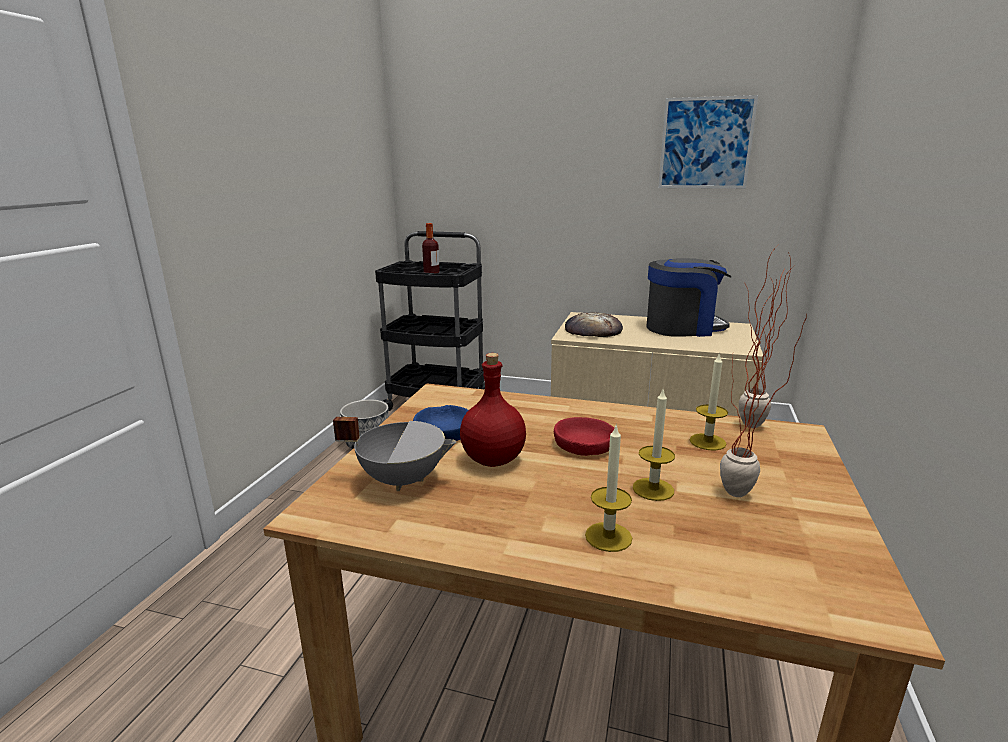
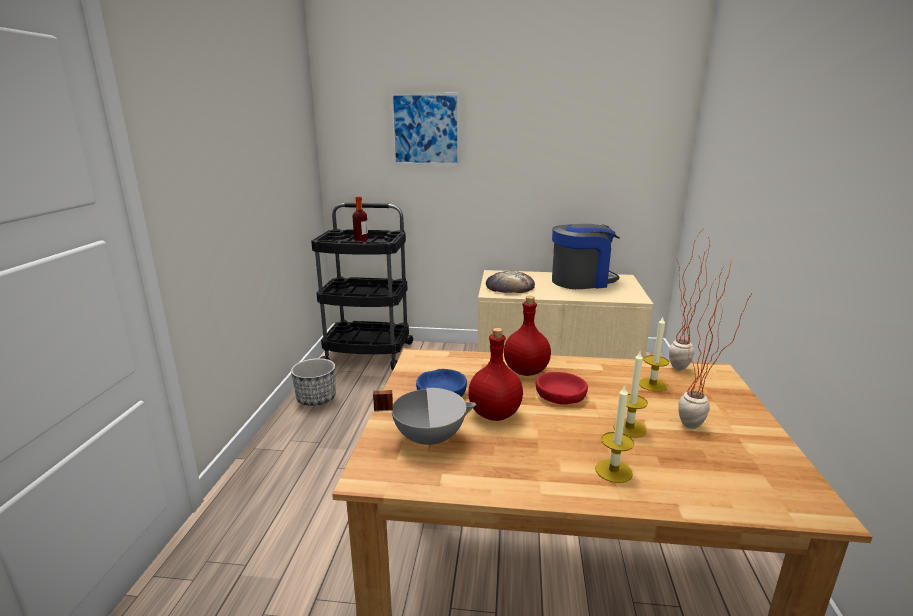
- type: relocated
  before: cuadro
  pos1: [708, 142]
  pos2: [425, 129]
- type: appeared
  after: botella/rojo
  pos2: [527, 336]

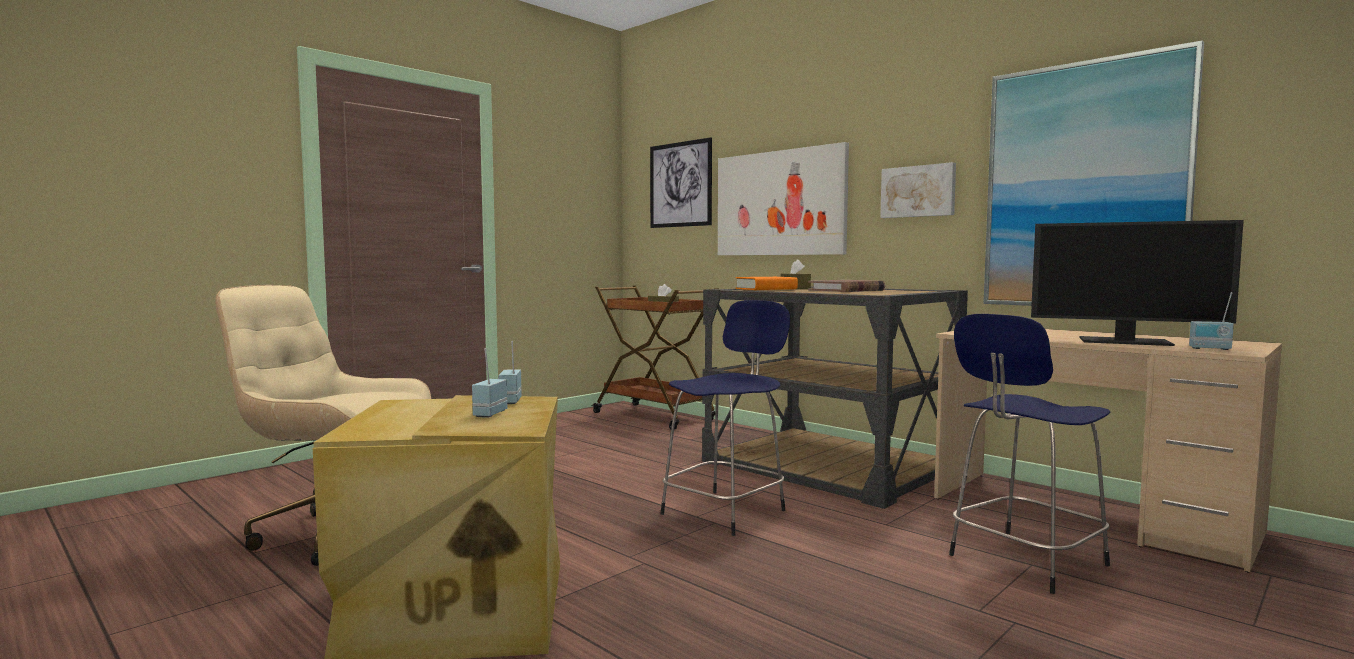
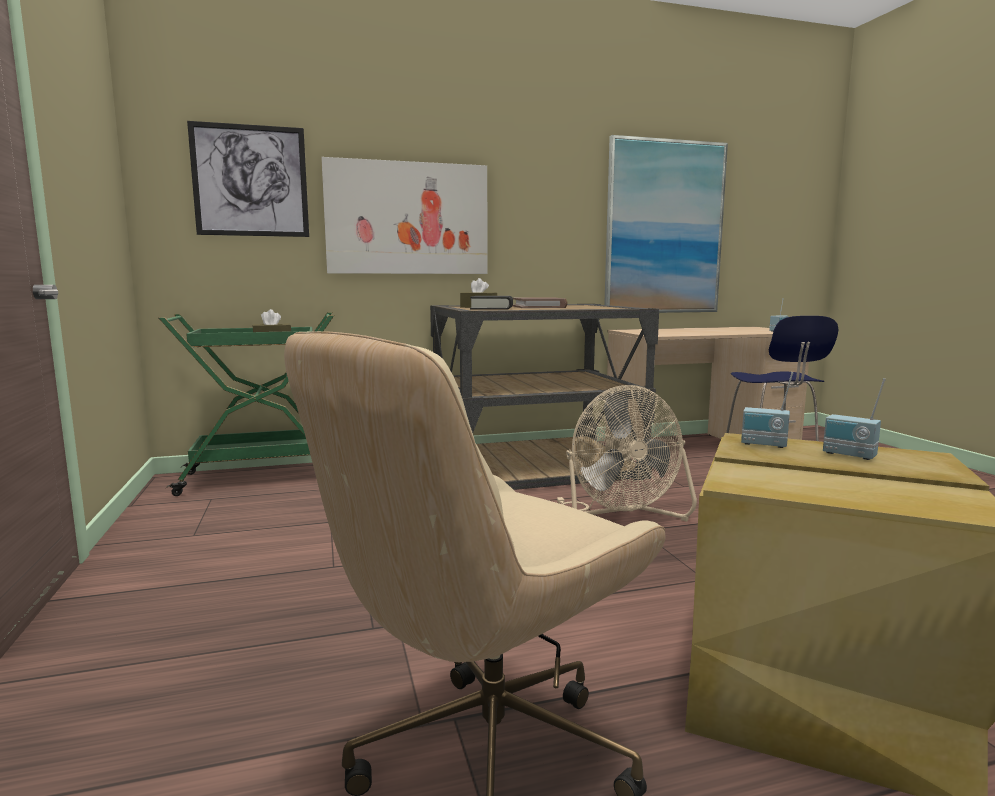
- type: colour
  before: carrito/marrón
  after: carrito/verde
  pos1: [655, 357]
  pos2: [246, 404]
- type: colour
  before: libro/naranja
  after: libro/negro
  pos1: [766, 283]
  pos2: [491, 303]
- type: exchanged
  before: taburete/azul
  after: ventilador/beis
  pos1: [725, 418]
  pos2: [627, 453]
- type: missing
  before: cuadro
  pos1: [918, 190]
- type: missing
  before: monitor
  pos1: [1137, 283]

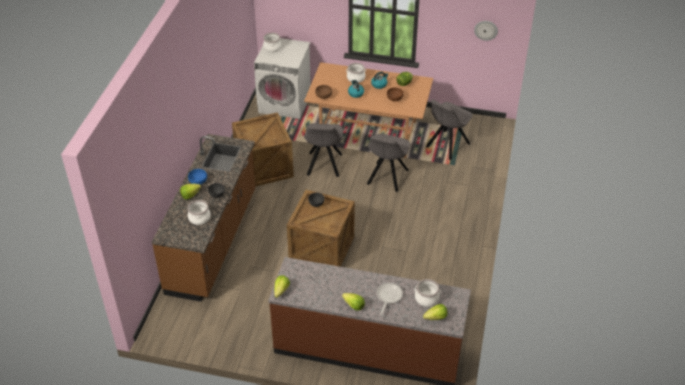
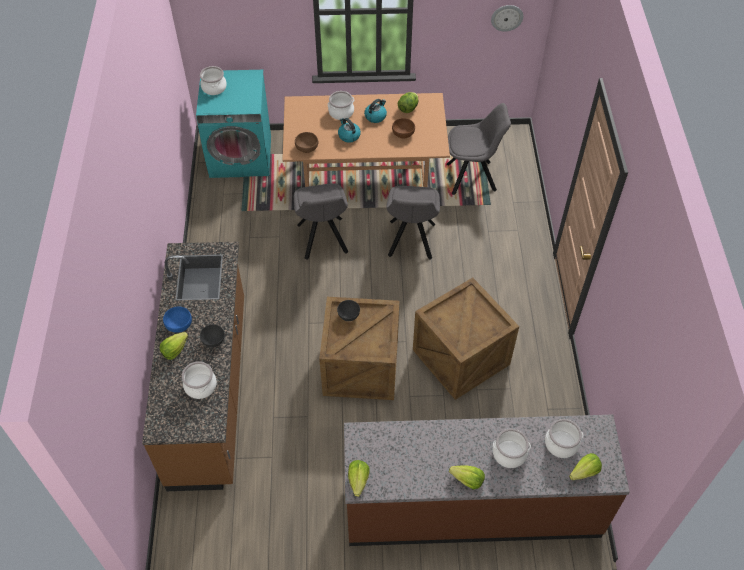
- type: colour
  before: lavadora/blanco
  after: lavadora/turquesa
  pos1: [282, 78]
  pos2: [233, 124]
- type: relocated
  before: caja de embalaje
  pos1: [263, 149]
  pos2: [466, 339]
- type: spun
  before: silla/gris
  pos1: [449, 129]
  pos2: [479, 149]
  turn: -120
- type: exchanged
  before: sartén
  after: olla
  pos1: [390, 299]
  pos2: [512, 448]

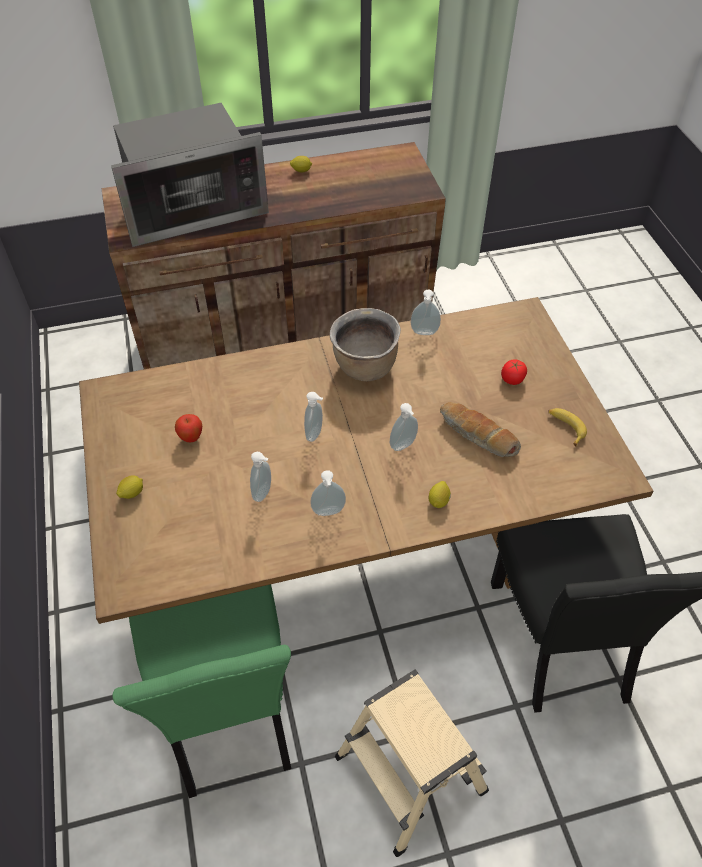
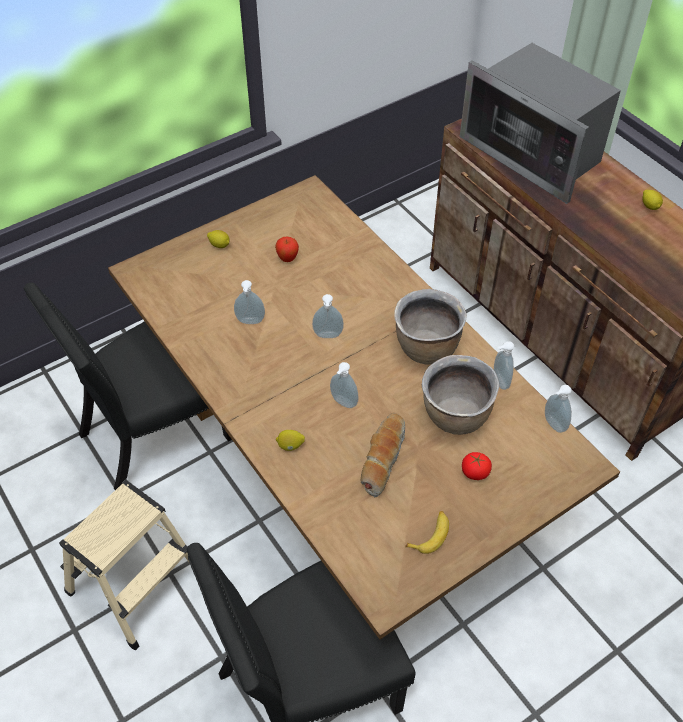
- type: colour
  before: silla/verde
  after: silla/negro
  pos1: [201, 691]
  pos2: [128, 386]
- type: appeared
  after: olla/marrón
  pos2: [460, 395]
- type: relocated
  before: dispensador de jabón
  pos1: [328, 493]
  pos2: [558, 409]

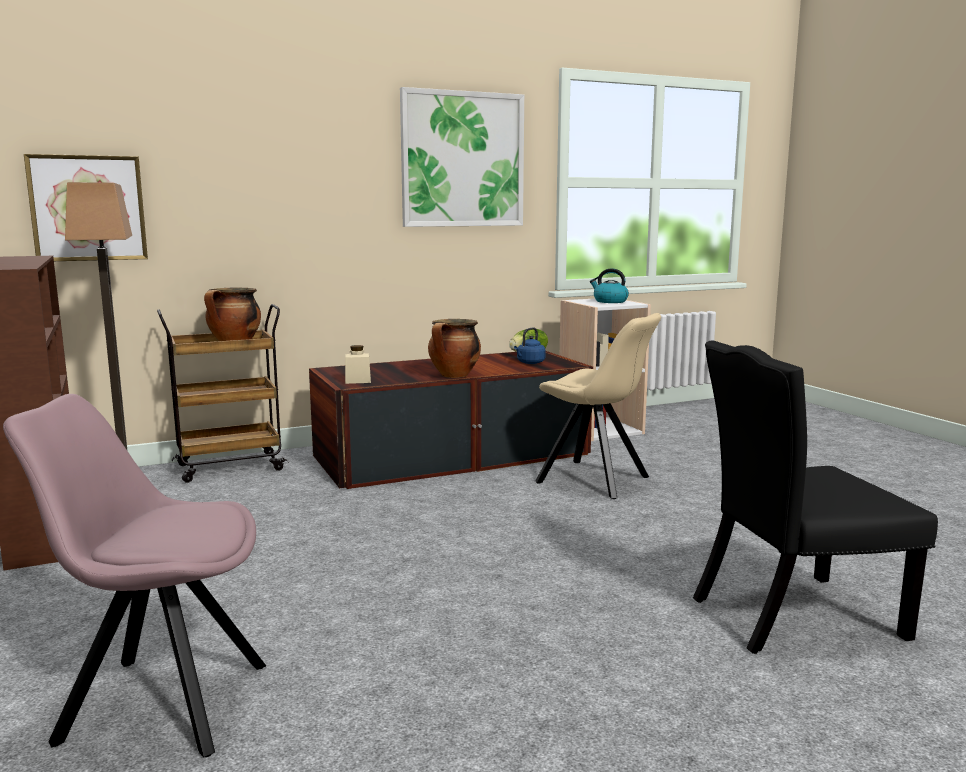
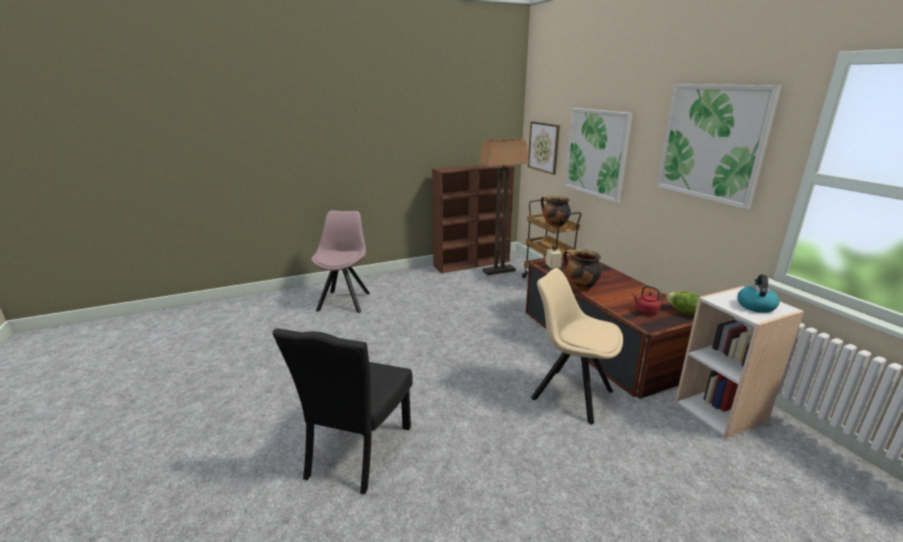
- type: spun
  before: silla/negro
  pos1: [815, 497]
  pos2: [342, 411]
  turn: -150
- type: spun
  before: silla/beis
  pos1: [598, 406]
  pos2: [577, 346]
  turn: 90
- type: appeared
  after: cuadro
  pos2: [598, 155]
- type: colour
  before: hervidor/azul
  after: hervidor/rojo
  pos1: [530, 345]
  pos2: [646, 300]

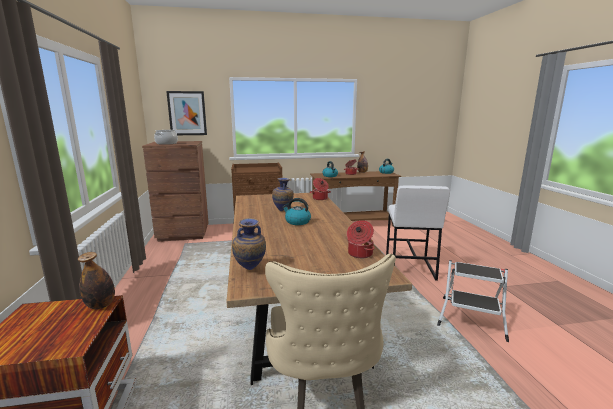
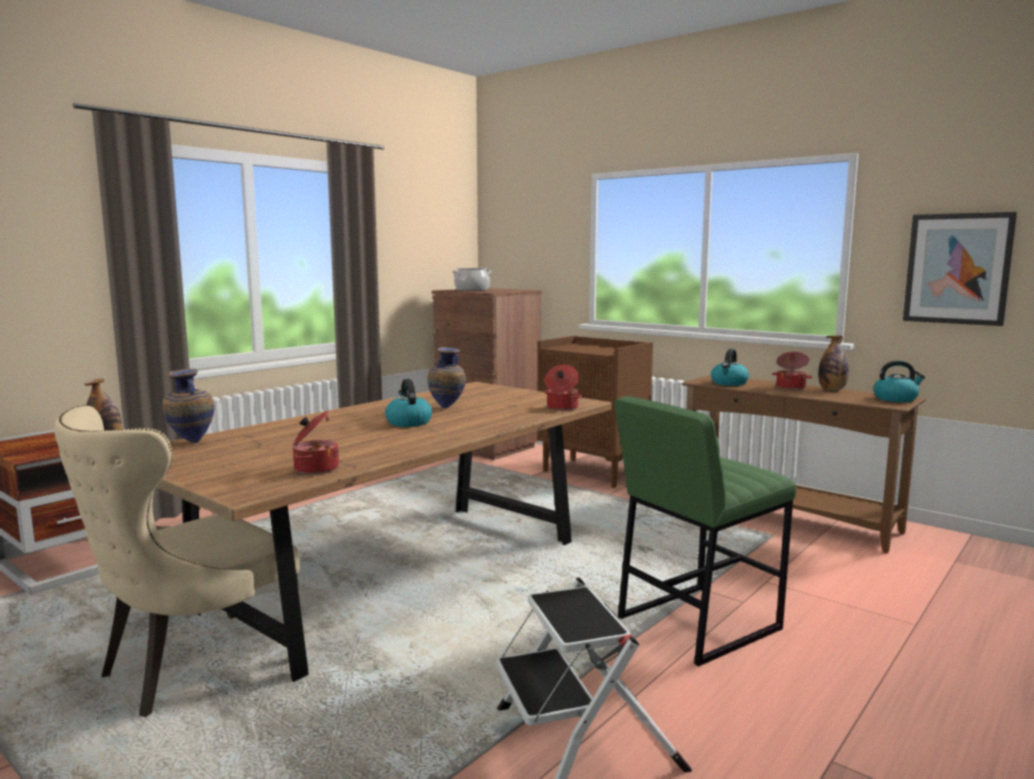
- type: colour
  before: silla/blanco
  after: silla/verde
  pos1: [418, 233]
  pos2: [705, 531]
- type: relocated
  before: cuadro
  pos1: [186, 113]
  pos2: [960, 269]

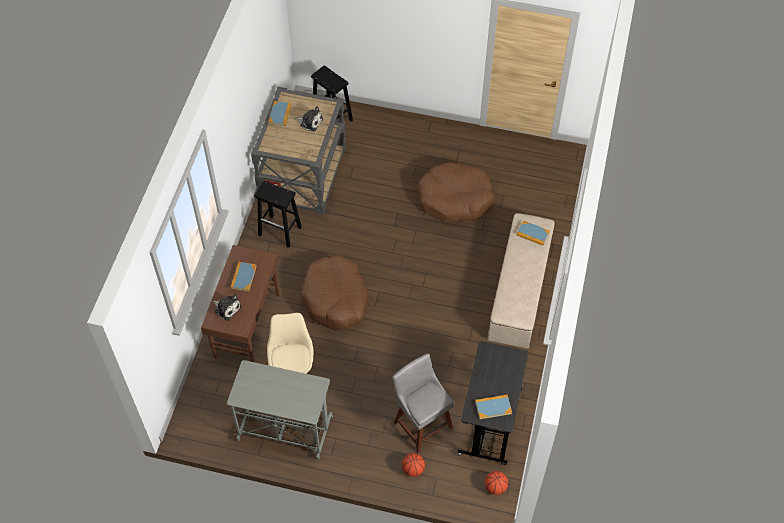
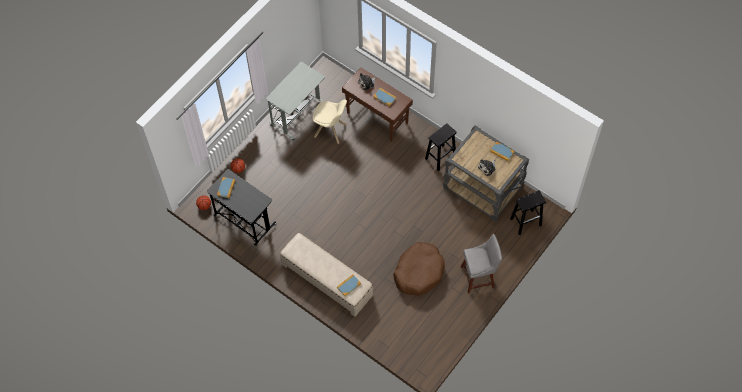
- type: relocated
  before: silla/gris
  pos1: [424, 403]
  pos2: [481, 263]
- type: missing
  before: cama para perro/marrón
  pos1: [335, 292]

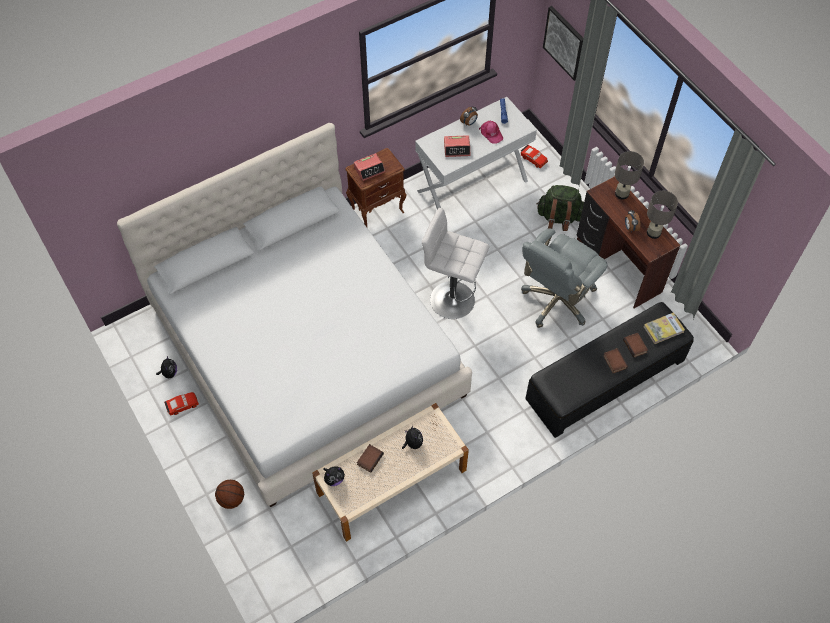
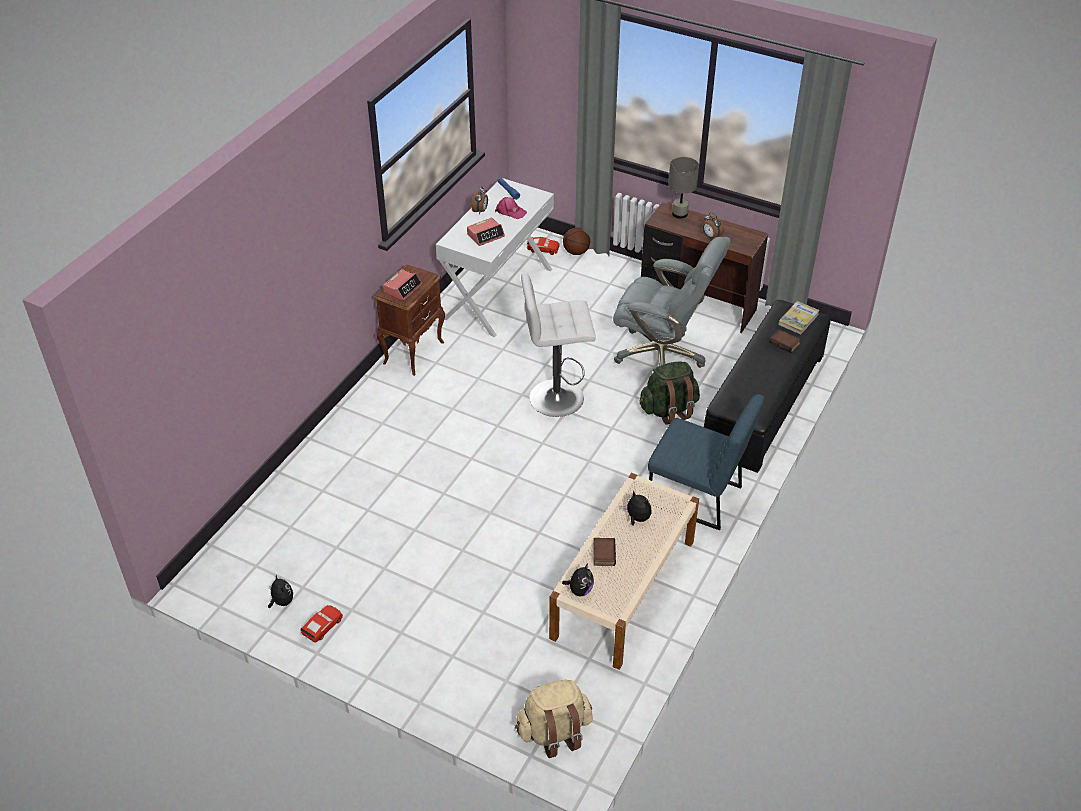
- type: appeared
  after: mochila/beis
  pos2: [554, 719]
- type: relocated
  before: balón de baloncesto
  pos1: [229, 494]
  pos2: [576, 241]
- type: spun
  before: silla de oficina/gris
  pos1: [564, 278]
  pos2: [672, 302]
  turn: -75
- type: relocated
  before: mochila/verde
  pos1: [560, 208]
  pos2: [670, 393]
- type: appeared
  after: silla/azul
  pos2: [706, 462]
- type: missing
  before: cama/blanco
  pos1: [294, 315]
- type: missing
  before: cuadro
  pos1: [563, 43]
- type: missing
  before: libro
  pos1: [615, 360]
- type: missing
  before: lámpara de mesa/gris
  pos1: [662, 215]

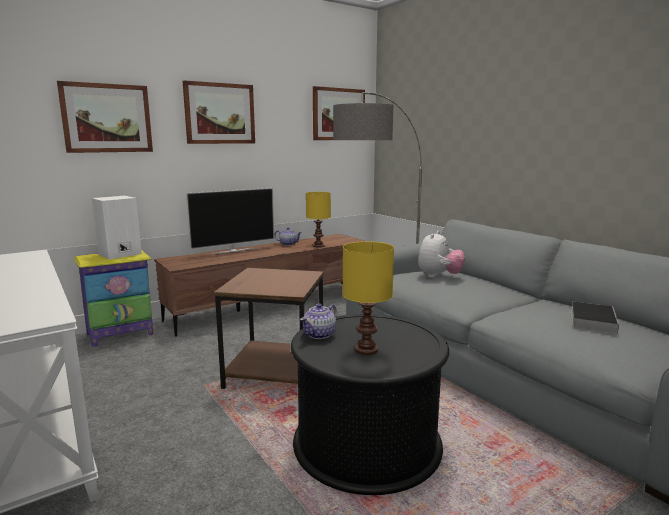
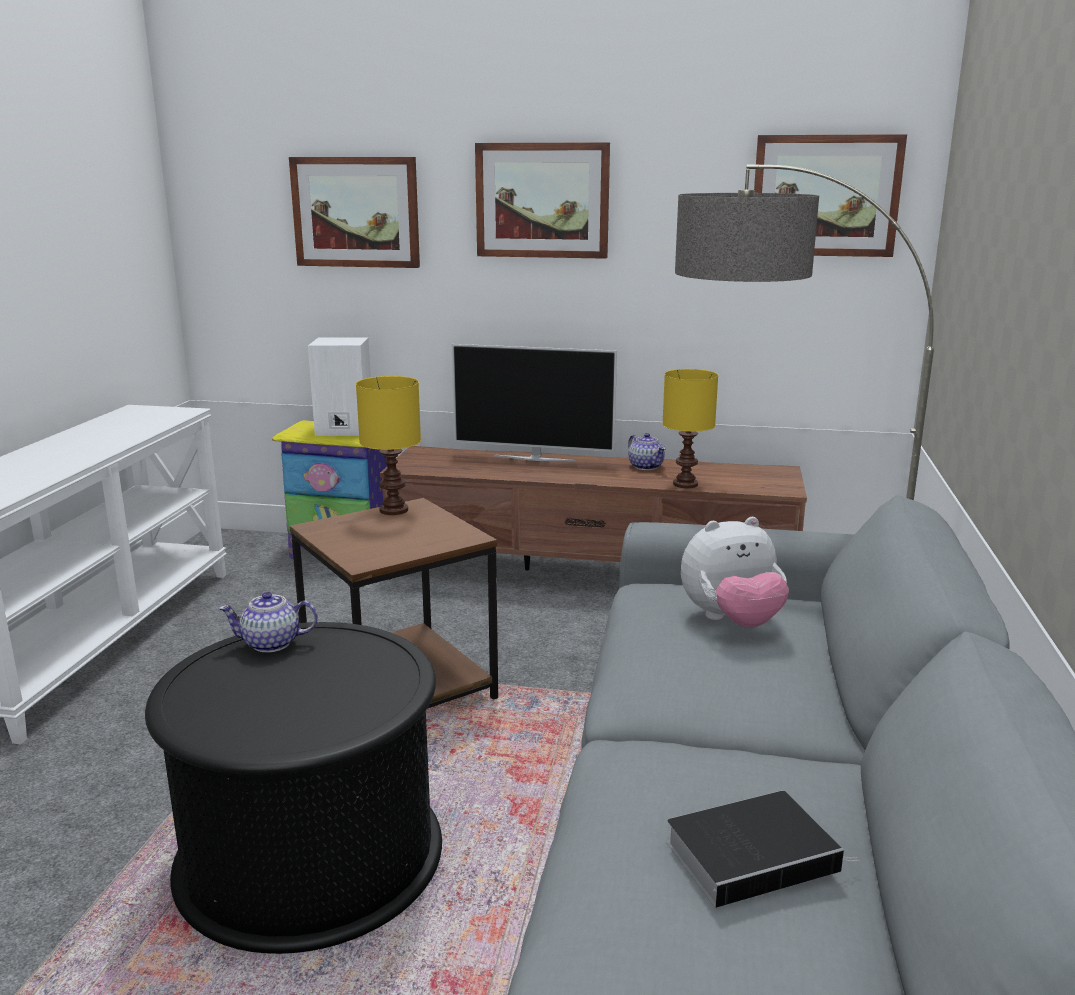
- type: relocated
  before: lámpara de mesa/amarillo
  pos1: [368, 298]
  pos2: [388, 445]

